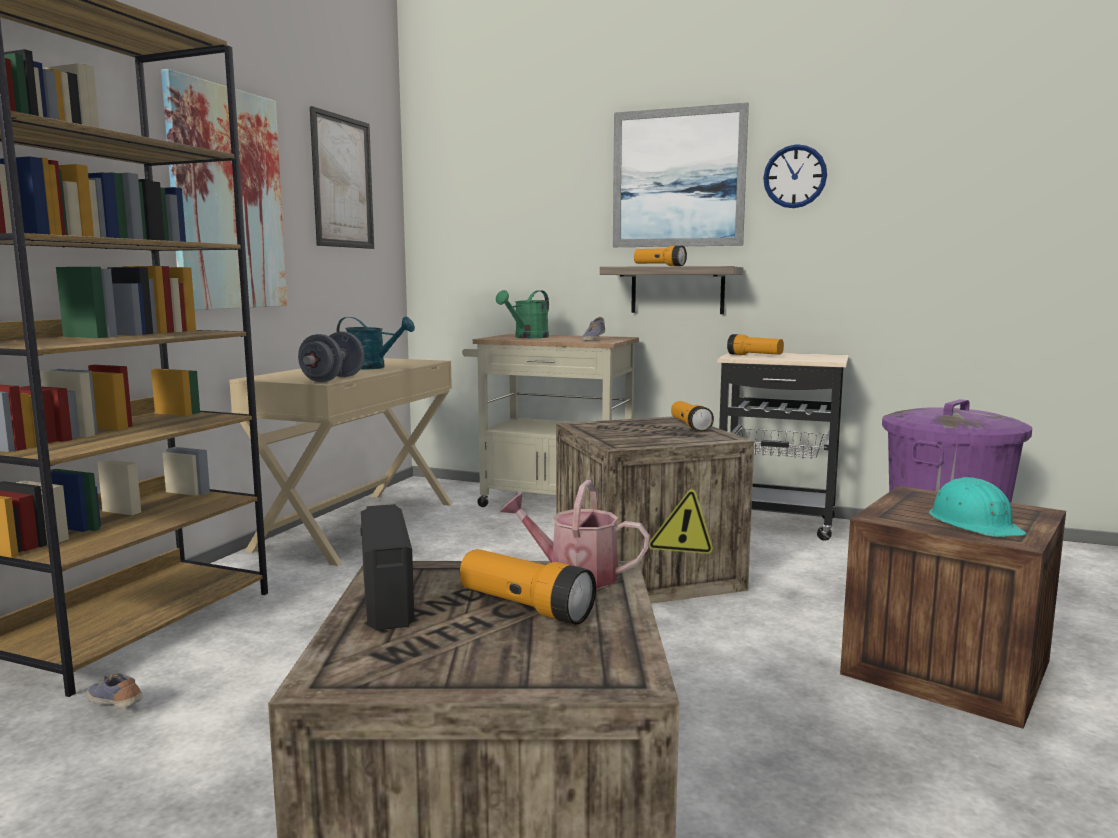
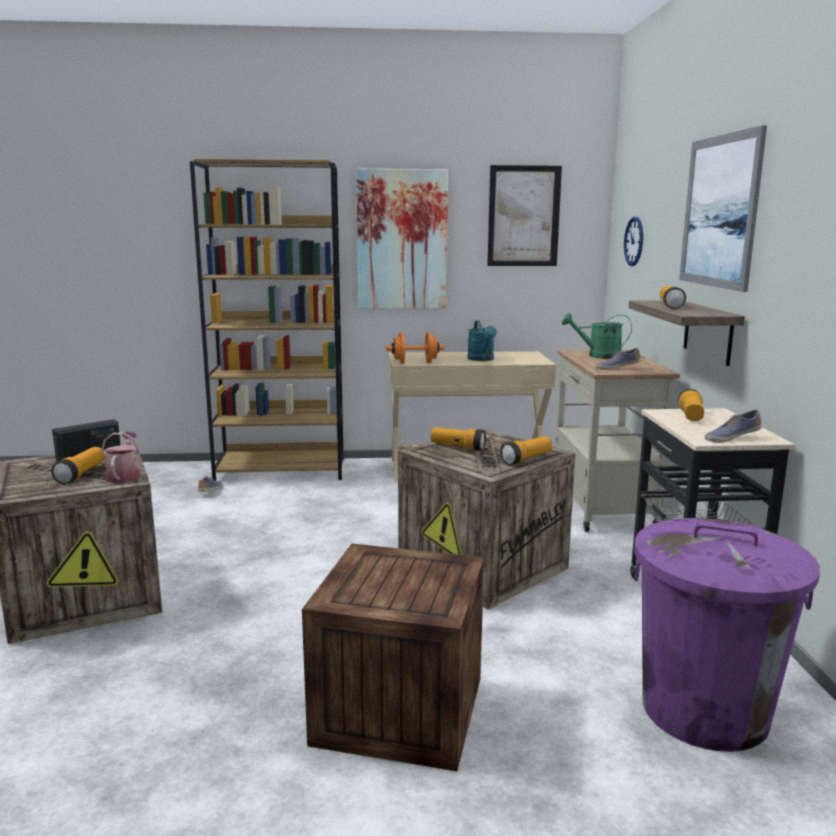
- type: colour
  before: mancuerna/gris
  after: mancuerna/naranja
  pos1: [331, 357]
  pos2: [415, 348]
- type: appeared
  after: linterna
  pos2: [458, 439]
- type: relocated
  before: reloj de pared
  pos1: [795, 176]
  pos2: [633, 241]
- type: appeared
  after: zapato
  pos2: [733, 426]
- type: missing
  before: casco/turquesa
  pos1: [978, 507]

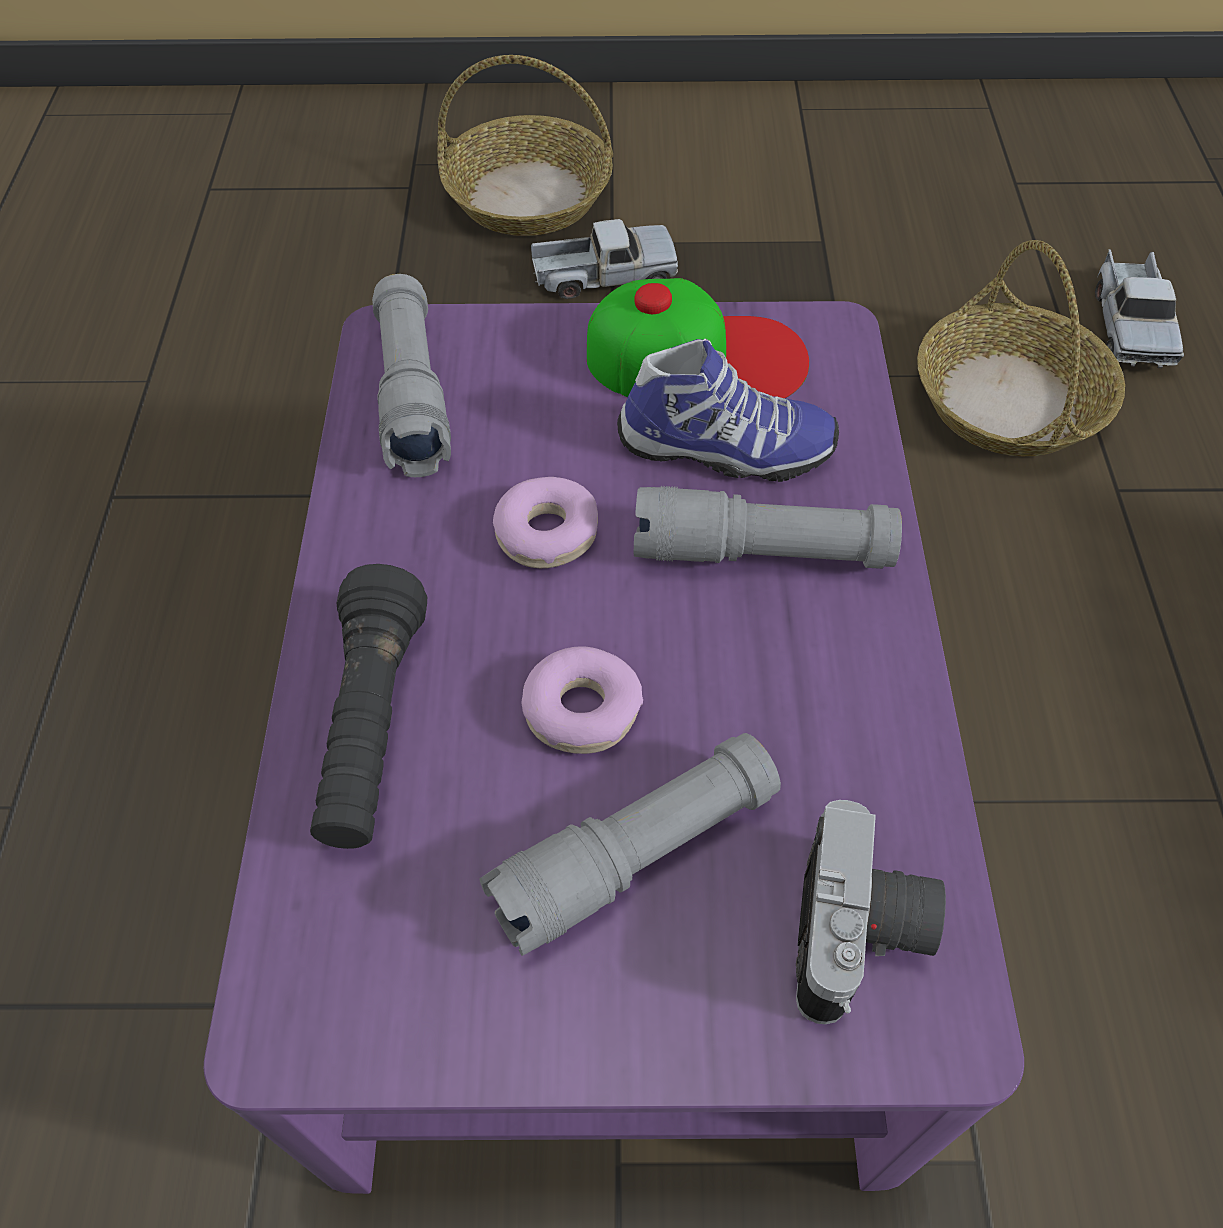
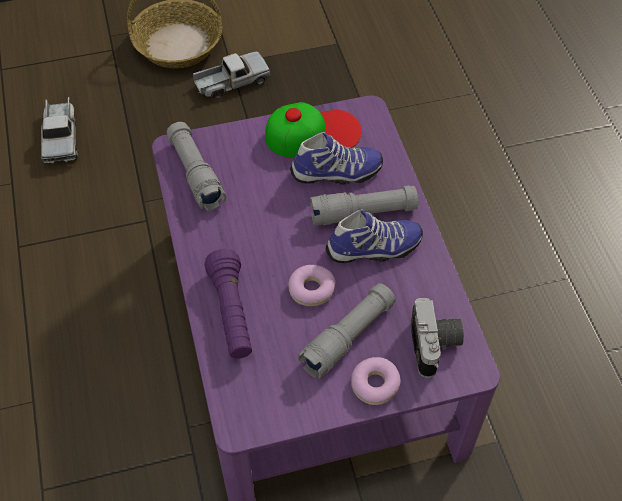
- type: relocated
  before: camión de juguete
  pos1: [1139, 308]
  pos2: [59, 130]
- type: colour
  before: linterna/negro
  after: linterna/morado
  pos1: [368, 706]
  pos2: [228, 304]
- type: appeared
  after: zapato
  pos2: [374, 236]
- type: relocated
  before: rosquilla
  pos1: [545, 522]
  pos2: [376, 381]
- type: missing
  before: cesta
  pos1: [1021, 348]

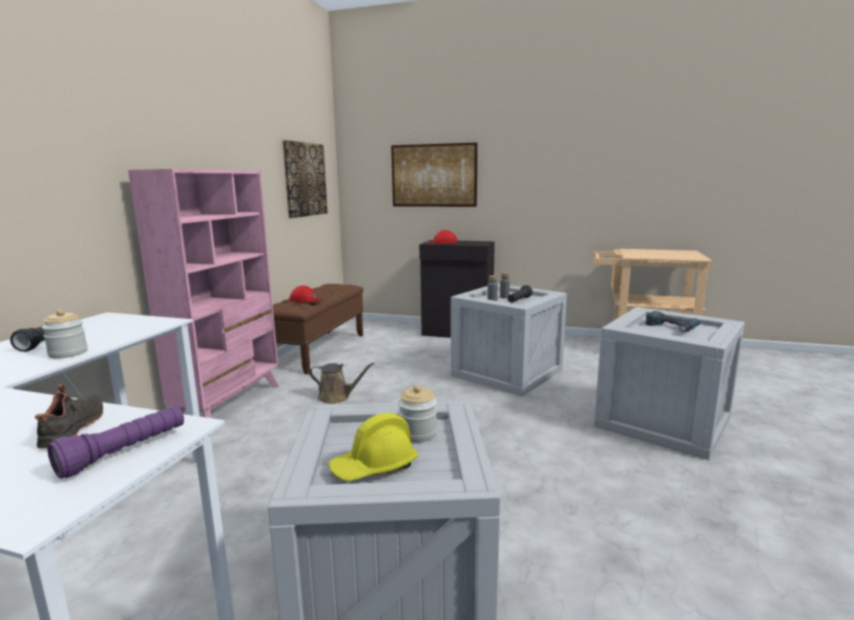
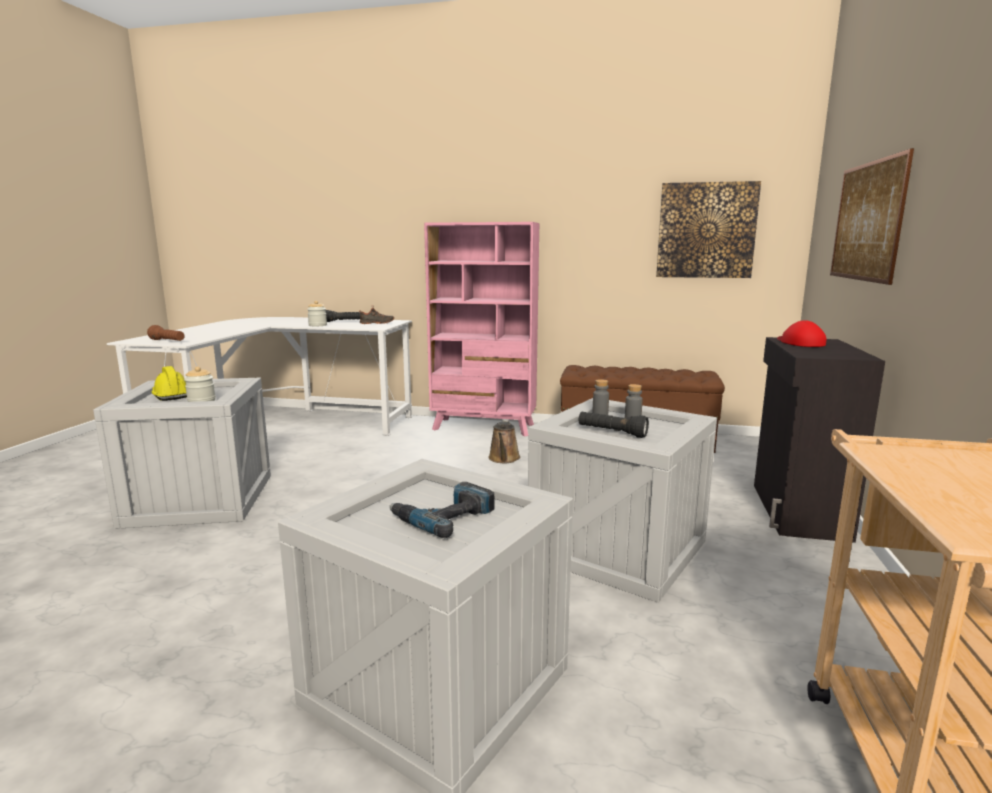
- type: colour
  before: linterna/morado
  after: linterna/marrón
  pos1: [115, 442]
  pos2: [166, 333]
- type: relocated
  before: zapato/negro
  pos1: [69, 416]
  pos2: [376, 315]
- type: missing
  before: gorra/rojo
  pos1: [306, 293]

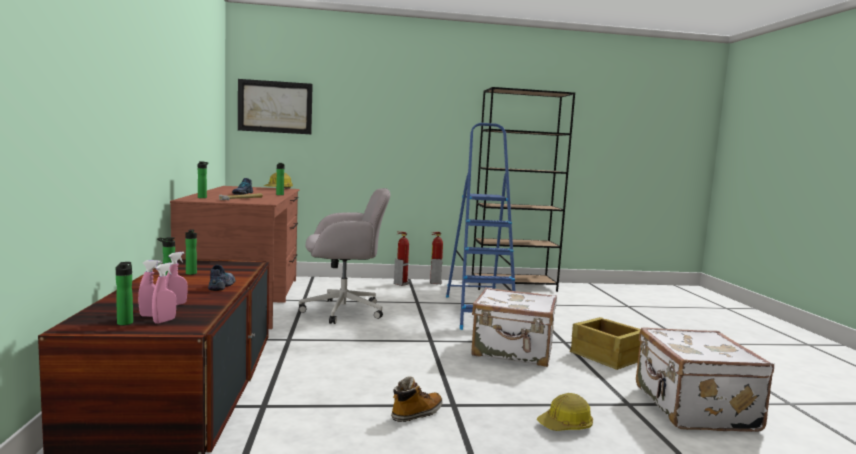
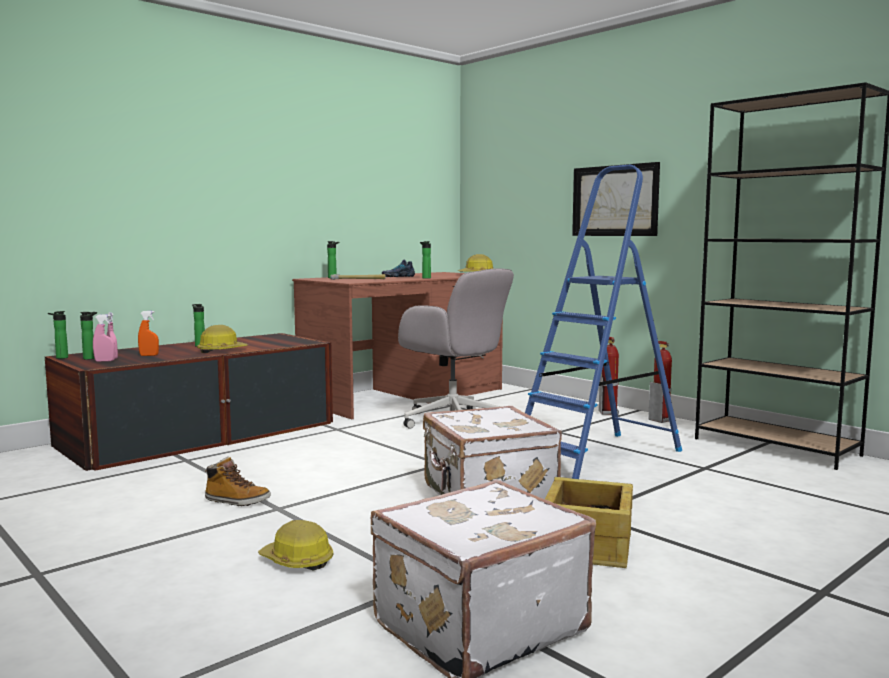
- type: relocated
  before: botella
  pos1: [191, 252]
  pos2: [58, 335]
- type: colour
  before: pulverizador/rosa
  after: pulverizador/naranja
  pos1: [177, 278]
  pos2: [148, 333]
- type: exchanged
  before: zapato
  after: casco
  pos1: [222, 278]
  pos2: [222, 339]
- type: relocated
  before: cuadro
  pos1: [275, 106]
  pos2: [616, 199]

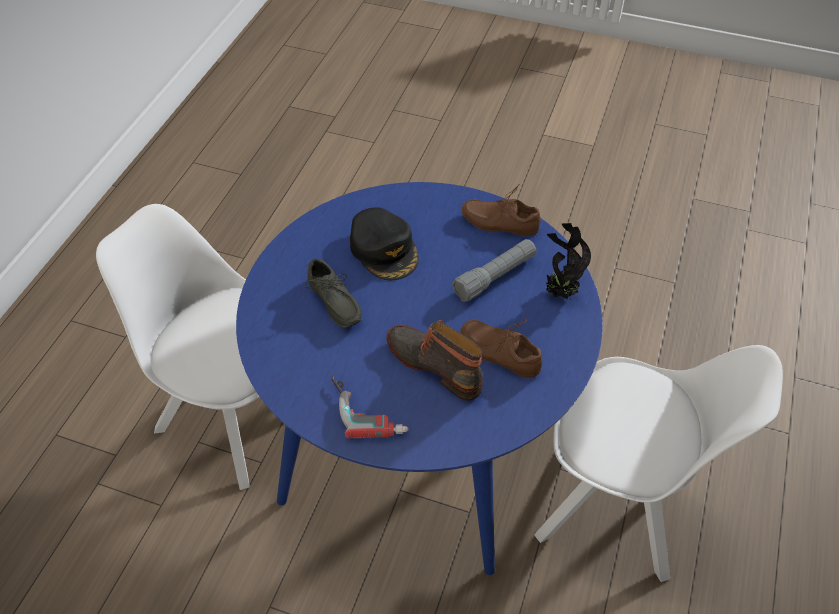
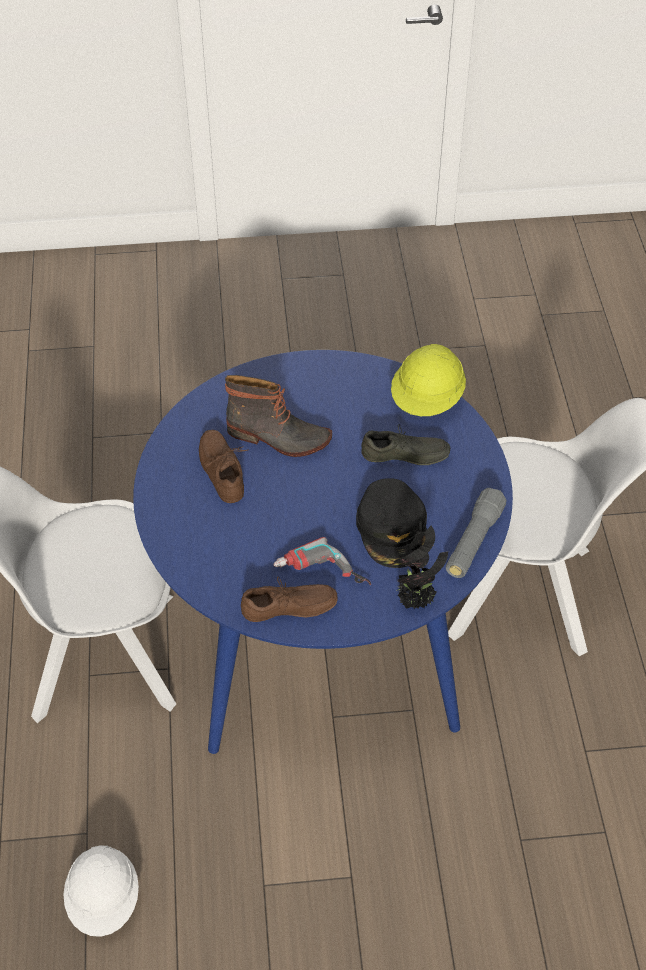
- type: appeared
  after: casco/blanco
  pos2: [101, 891]
- type: spun
  before: zapato/marrón
  pos1: [502, 348]
  pos2: [224, 466]
  turn: -120
- type: relocated
  before: taladro
  pos1: [370, 407]
  pos2: [322, 561]
- type: spun
  before: gorra/negro
  pos1: [384, 244]
  pos2: [391, 523]
  turn: -135
- type: spun
  before: zapato/gris
  pos1: [333, 293]
  pos2: [405, 444]
  turn: 150
- type: appeared
  after: casco/amarillo
  pos2: [428, 380]
- type: relocated
  before: planta en maceta
  pos1: [568, 262]
  pos2: [421, 565]
- type: relocated
  before: linterna/gris
  pos1: [494, 270]
  pos2: [476, 533]

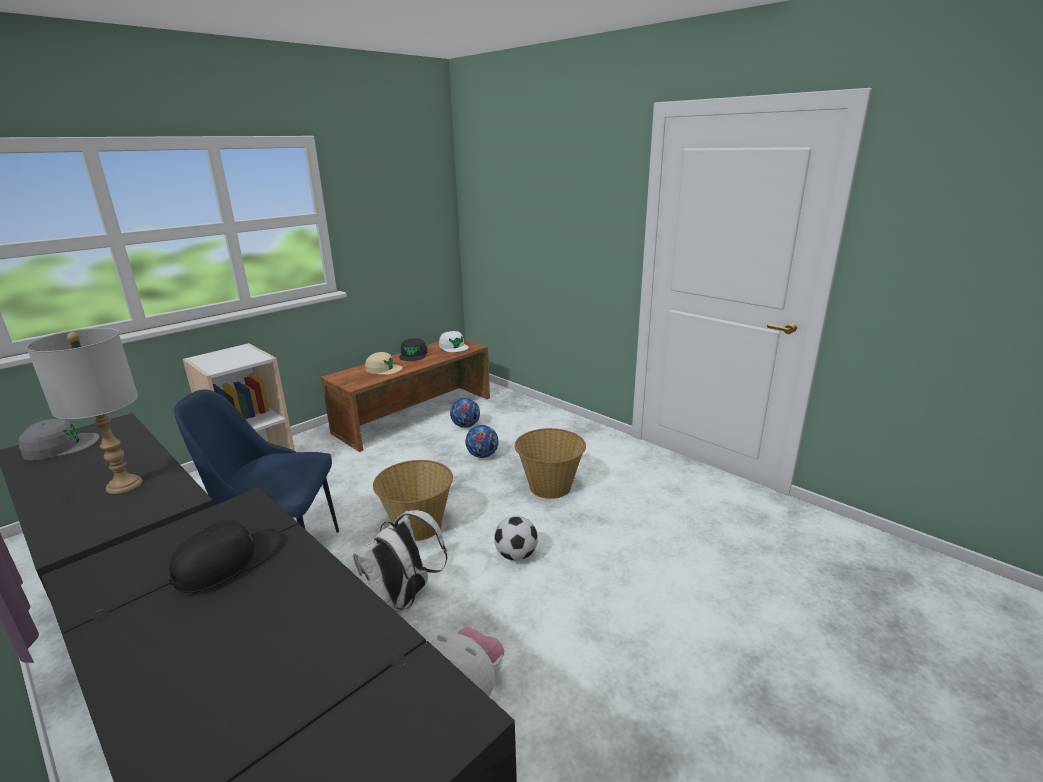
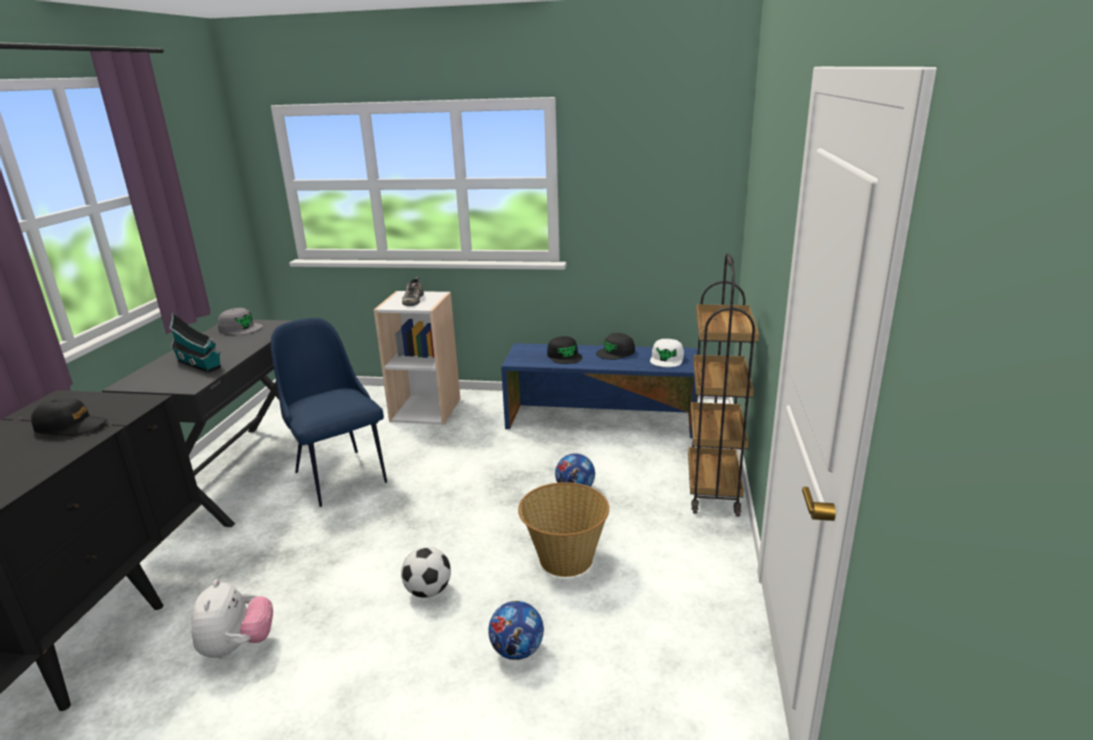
- type: exchanged
  before: lámpara de mesa/gris
  after: casita
  pos1: [84, 411]
  pos2: [195, 342]
- type: appeared
  after: zapato
  pos2: [413, 291]
- type: relocated
  before: balón de fútbol
  pos1: [465, 413]
  pos2: [516, 630]
- type: colour
  before: banco/marrón
  after: banco/azul
  pos1: [405, 396]
  pos2: [599, 390]
- type: colour
  before: gorra/beis
  after: gorra/negro
  pos1: [384, 363]
  pos2: [564, 350]
- type: appeared
  after: carrito/marrón
  pos2: [723, 385]
- type: missing
  before: mochila/blanco
  pos1: [400, 561]
- type: missing
  before: cesta
  pos1: [413, 500]

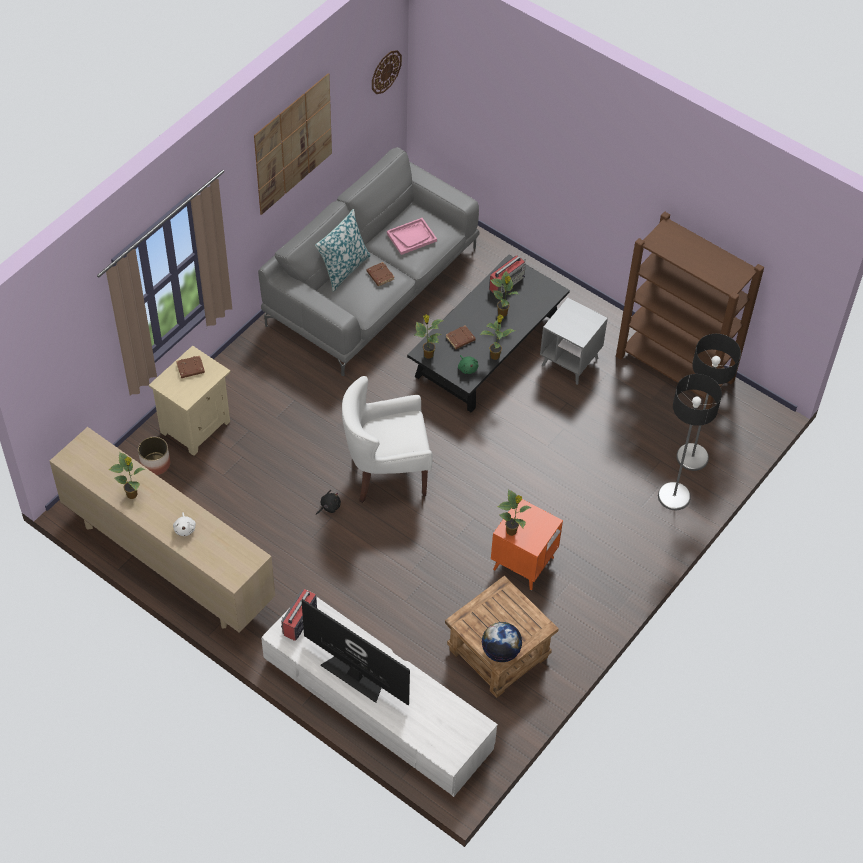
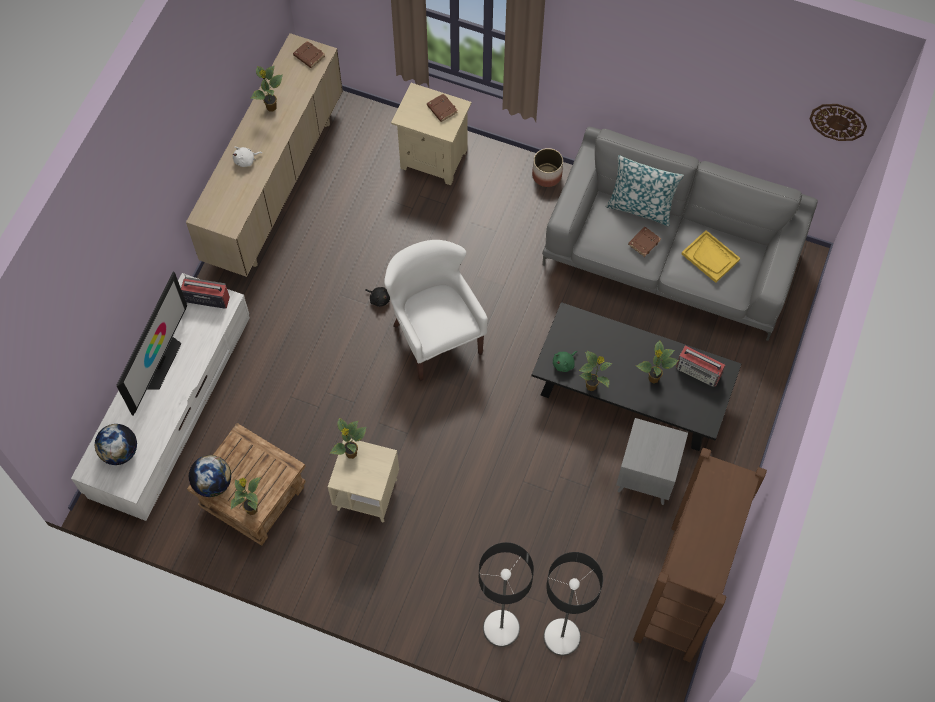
- type: appeared
  after: globo terráqueo
  pos2: [116, 444]
- type: relocated
  before: planta en maceta
  pos1: [429, 337]
  pos2: [246, 496]
- type: relocated
  before: libro/marrón
  pos1: [461, 337]
  pos2: [309, 54]
- type: colour
  before: mesa auxiliar/naranja
  after: mesa auxiliar/beis
  pos1: [527, 544]
  pos2: [363, 480]
- type: relocated
  before: maceta
  pos1: [154, 456]
  pos2: [547, 167]
- type: colour
  before: bandeja/rosa
  after: bandeja/amarillo
  pos1: [412, 236]
  pos2: [711, 256]
- type: missing
  before: cuadro
  pos1: [293, 144]

